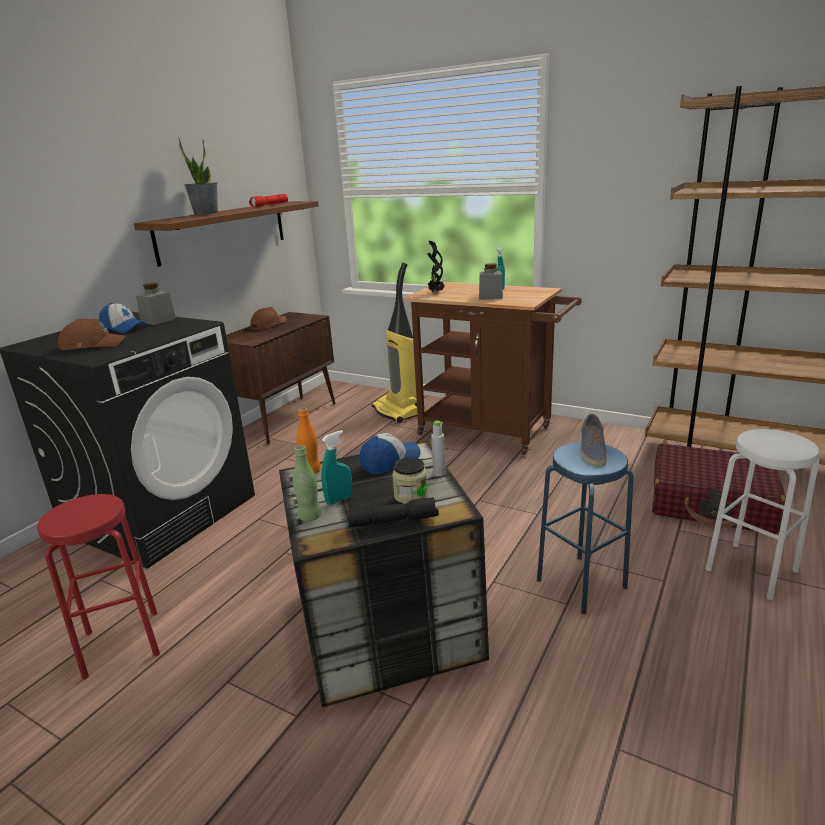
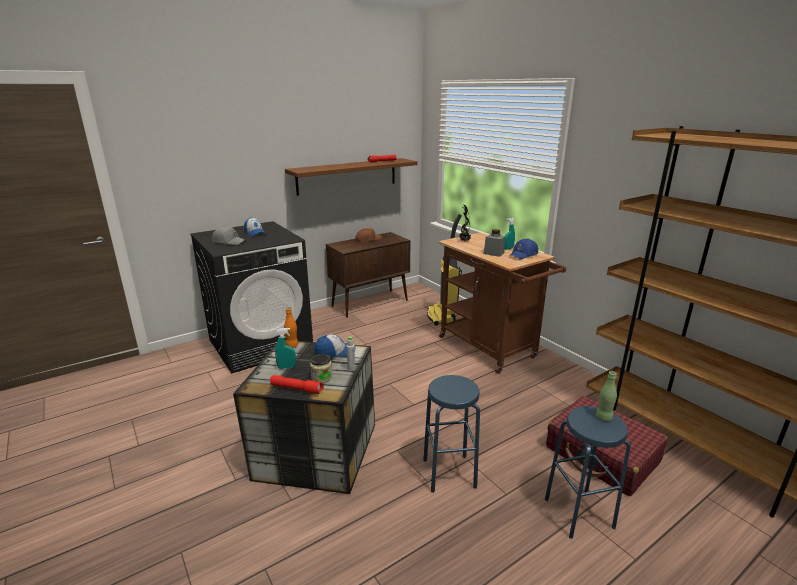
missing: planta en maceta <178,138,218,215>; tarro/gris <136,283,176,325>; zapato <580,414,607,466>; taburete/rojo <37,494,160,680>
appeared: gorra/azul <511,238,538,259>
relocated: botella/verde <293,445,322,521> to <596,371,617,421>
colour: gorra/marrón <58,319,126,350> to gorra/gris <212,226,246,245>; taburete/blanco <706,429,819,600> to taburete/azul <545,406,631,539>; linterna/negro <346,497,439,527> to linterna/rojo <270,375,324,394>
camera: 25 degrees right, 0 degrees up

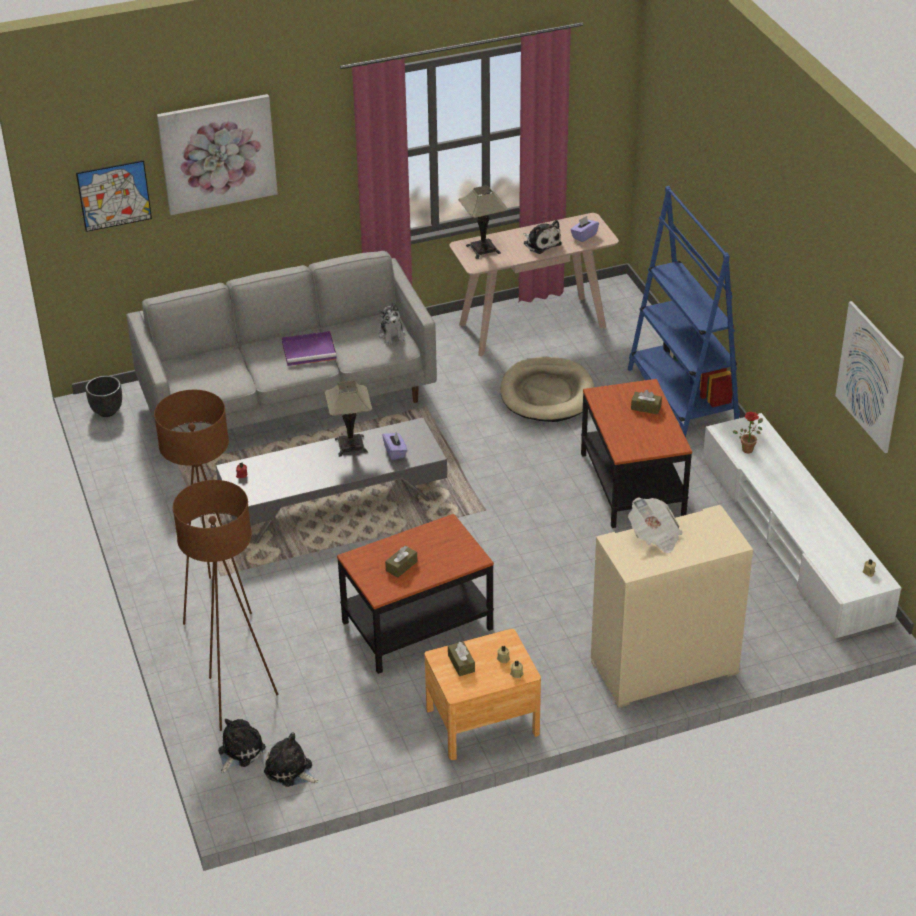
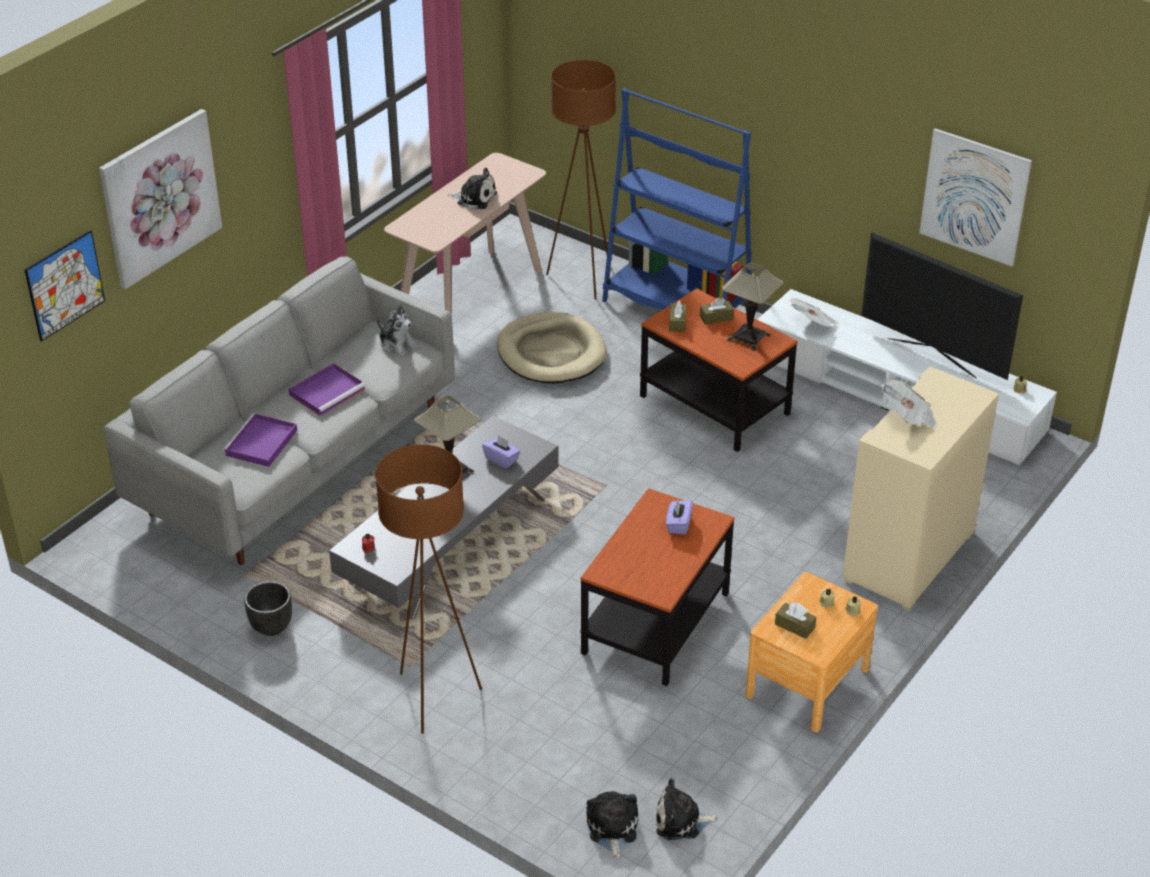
appeared: televisor <861,232,1023,380>; bandeja/morado <223,413,297,467>
relocated: lámpara de mesa <459,185,508,259> to <721,263,784,351>; caja de pañuelos/morado <570,216,599,242> to <666,499,693,535>; maceta/negro <85,376,122,417> to <244,581,292,636>; lámpara de pie/marrón <173,480,278,731> to <546,60,616,300>; caja de pañuelos/marrón <385,546,417,578> to <669,300,687,332>
exchanged: planta en maceta <732,412,763,453> to periódico <789,298,839,327>
camera: 35 degrees left, 0 degrees up

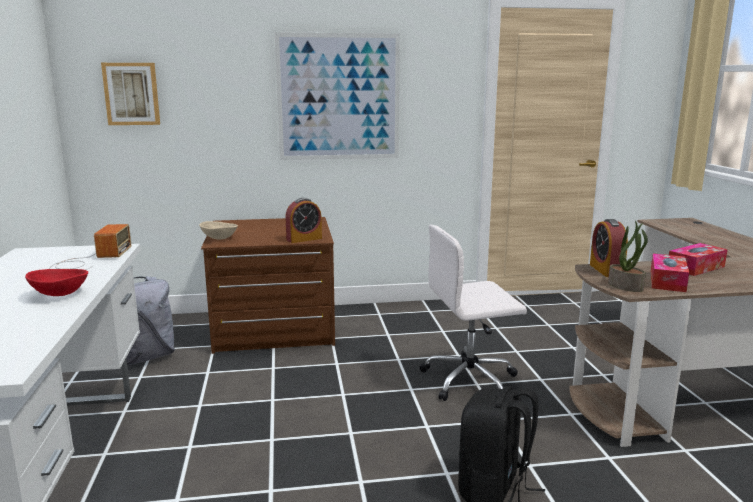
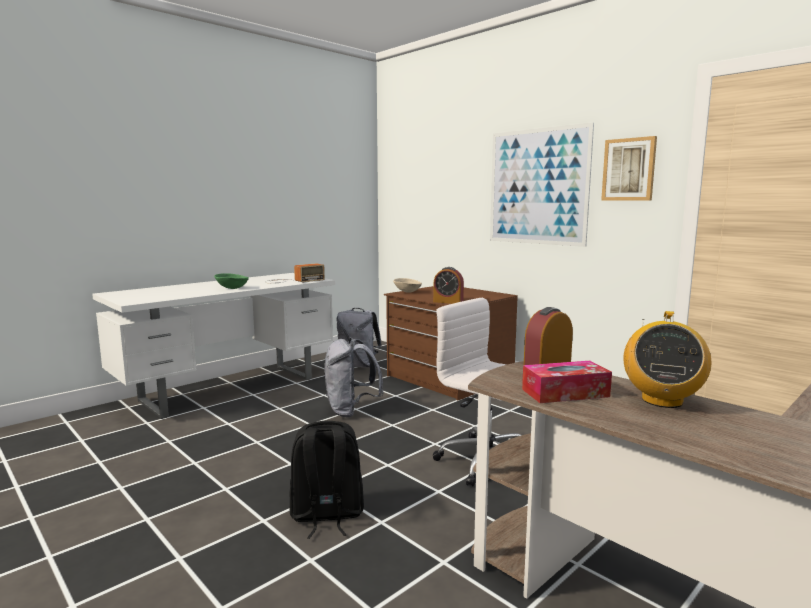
missing: planta en maceta <608,220,648,292>
appeared: mochila/gris <324,337,384,417>
relocated: cuadro <101,63,160,125> to <601,136,657,201>
exchanged: caja de pañuelos <669,243,728,276> to radio <623,311,711,408>
colour: cuenco/rojo <25,269,88,296> to cuenco/verde <214,273,249,289>
camera: 55 degrees right, 5 degrees down

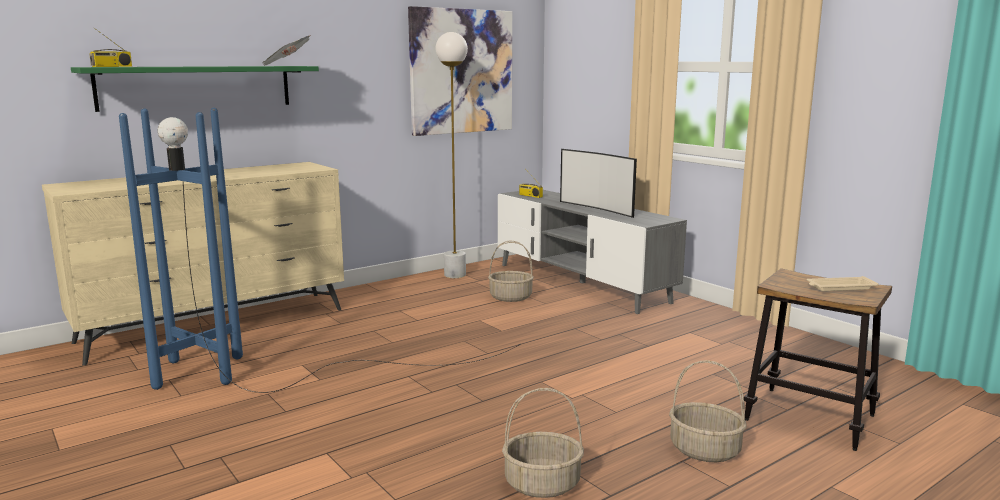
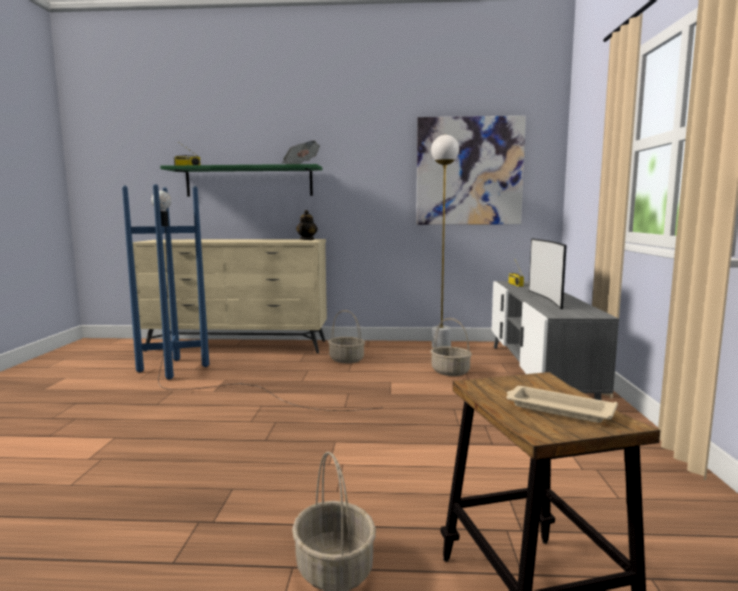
appeared: tetera <296,210,318,240>
relocated: cesta <502,388,584,498> to <328,310,365,363>
camera: 40 degrees right, 5 degrees down

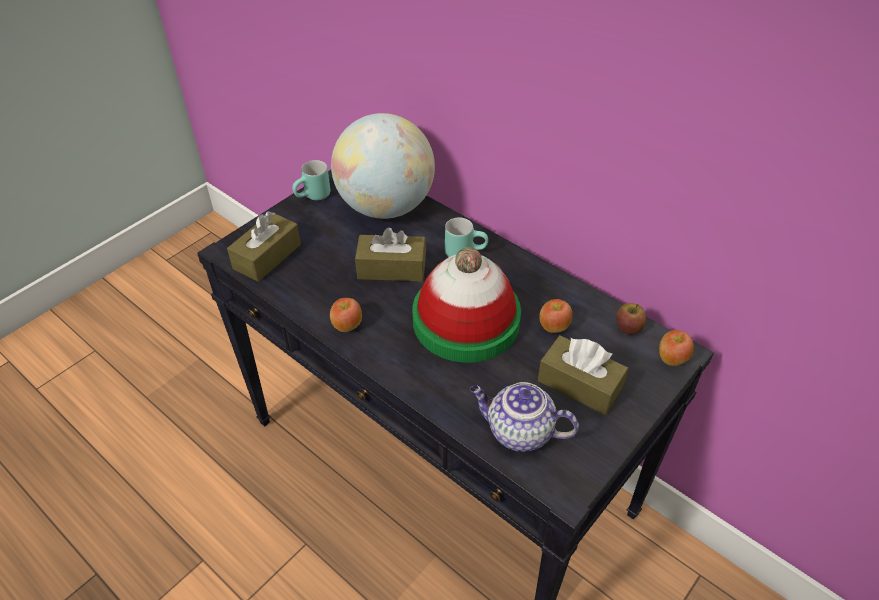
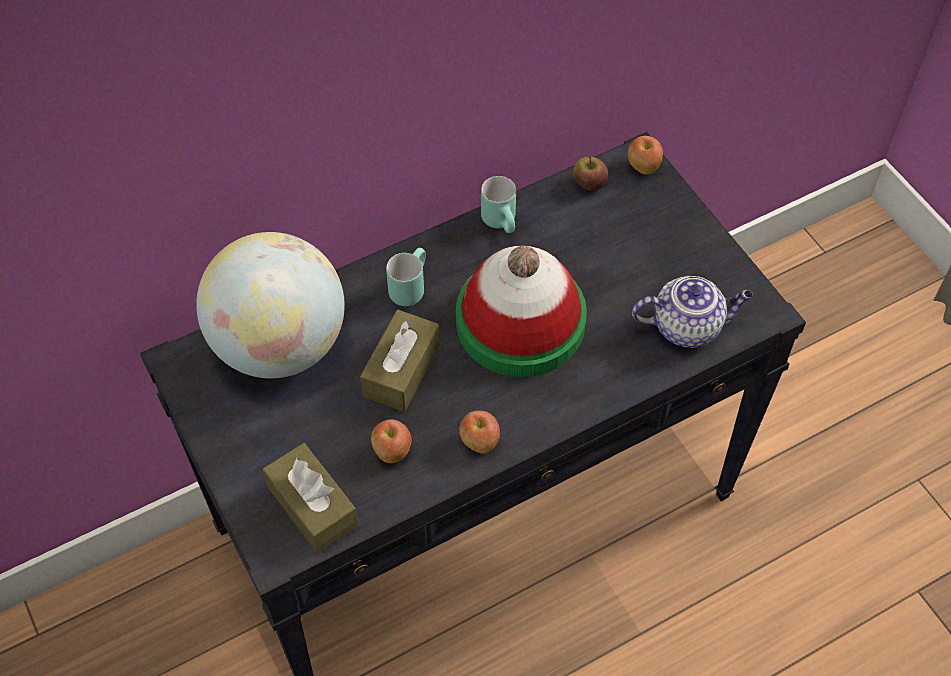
missing: caja de pañuelos/marrón <538,335,629,415>
relocated: taza grande/turquesa <292,160,330,200> to <481,176,516,233>; manzana <539,299,572,333> to <371,419,411,463>
spun: tetera <470,382,579,452> = <632,276,753,348> 135 degrees counterclockwise
camera: 70 degrees left, 10 degrees up

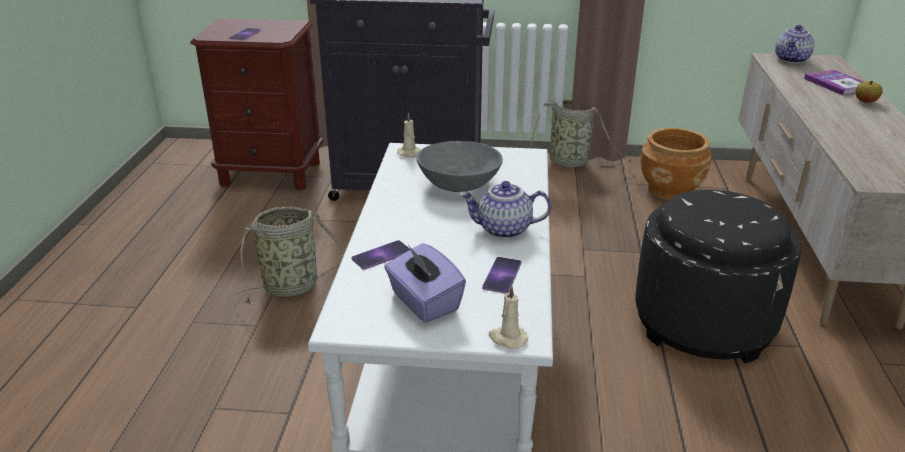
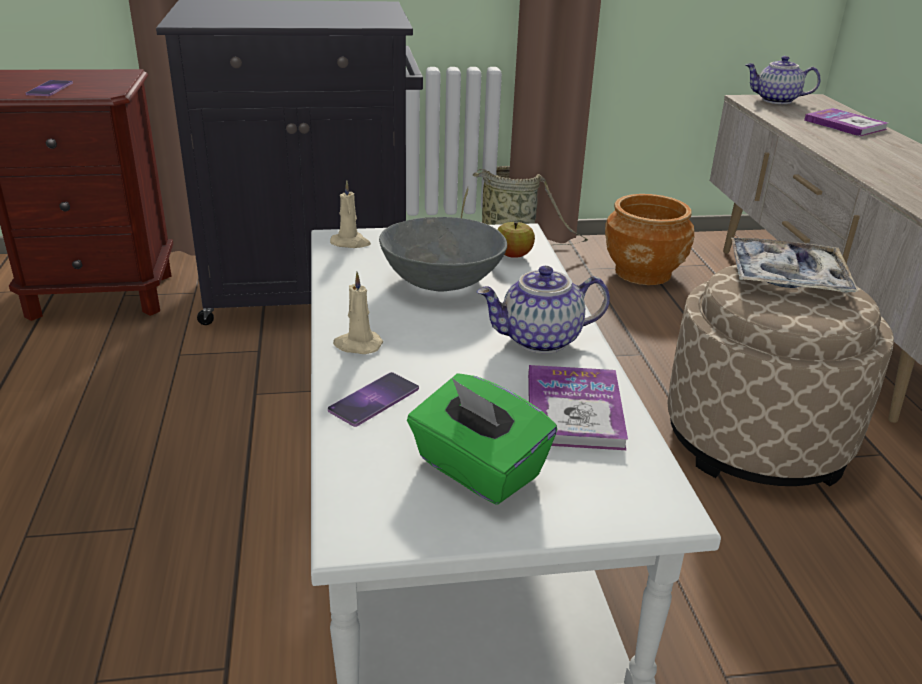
missing: cesta <234,207,347,304>
appeared: bandeja <731,238,858,292>
relocated: manzana <855,81,883,103> to <497,222,535,258>; vela/beis <489,285,528,349> to <333,272,383,354>
exchanged: móvil <482,257,522,294> to libro <528,365,628,450>
colour: puf/negro <635,190,801,363> to puf/beis <667,264,894,486>; caja de pañuelos/morado <384,243,466,323> to caja de pañuelos/verde <407,373,557,505>
spun: tetera <775,25,815,64> = <746,56,821,104> 90 degrees clockwise
camera: 15 degrees left, 0 degrees up

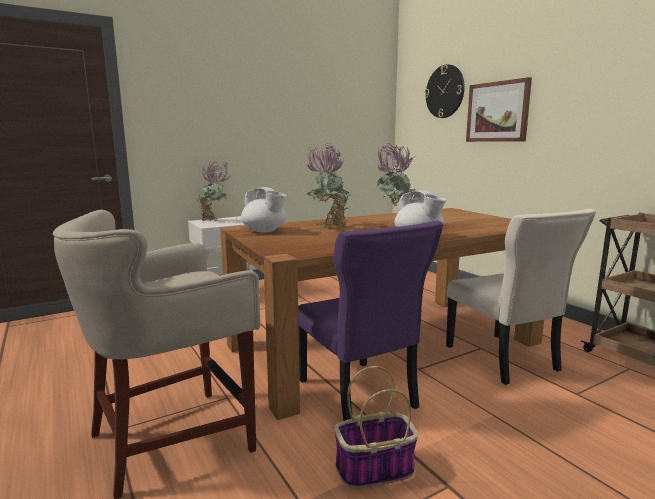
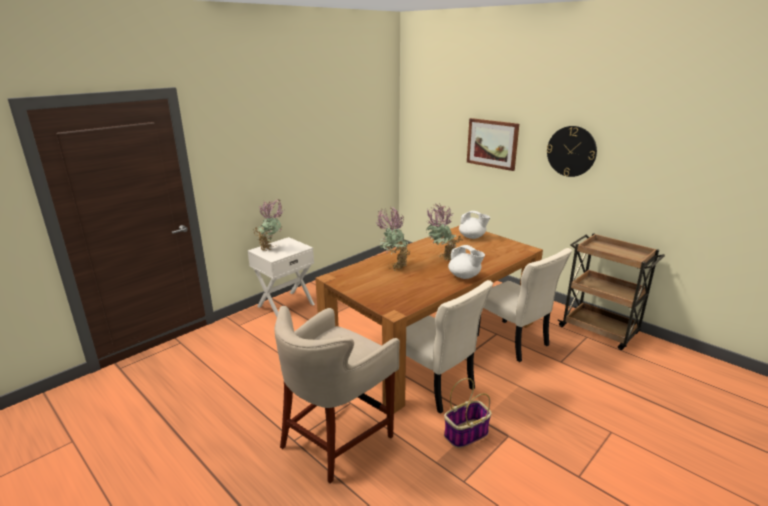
relocated: reloj de pared <425,64,465,118> to <547,126,597,177>; tetera/blanco <241,187,287,232> to <459,211,490,239>
colour: silla/morado <298,221,443,421> to silla/beis <406,280,493,414>
camera: 15 degrees left, 10 degrees up

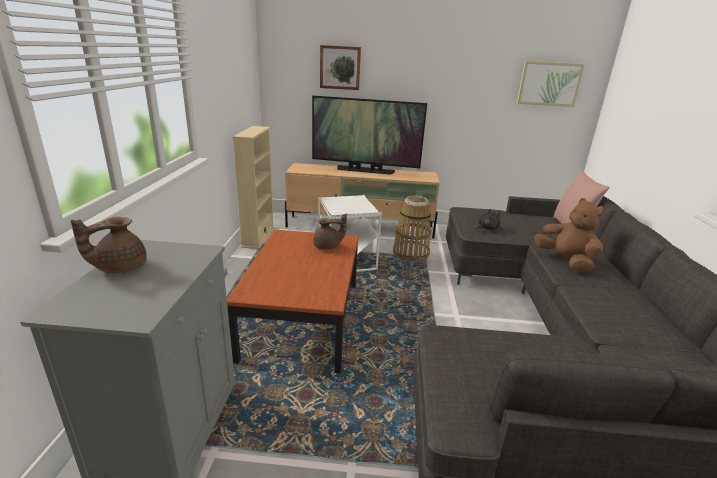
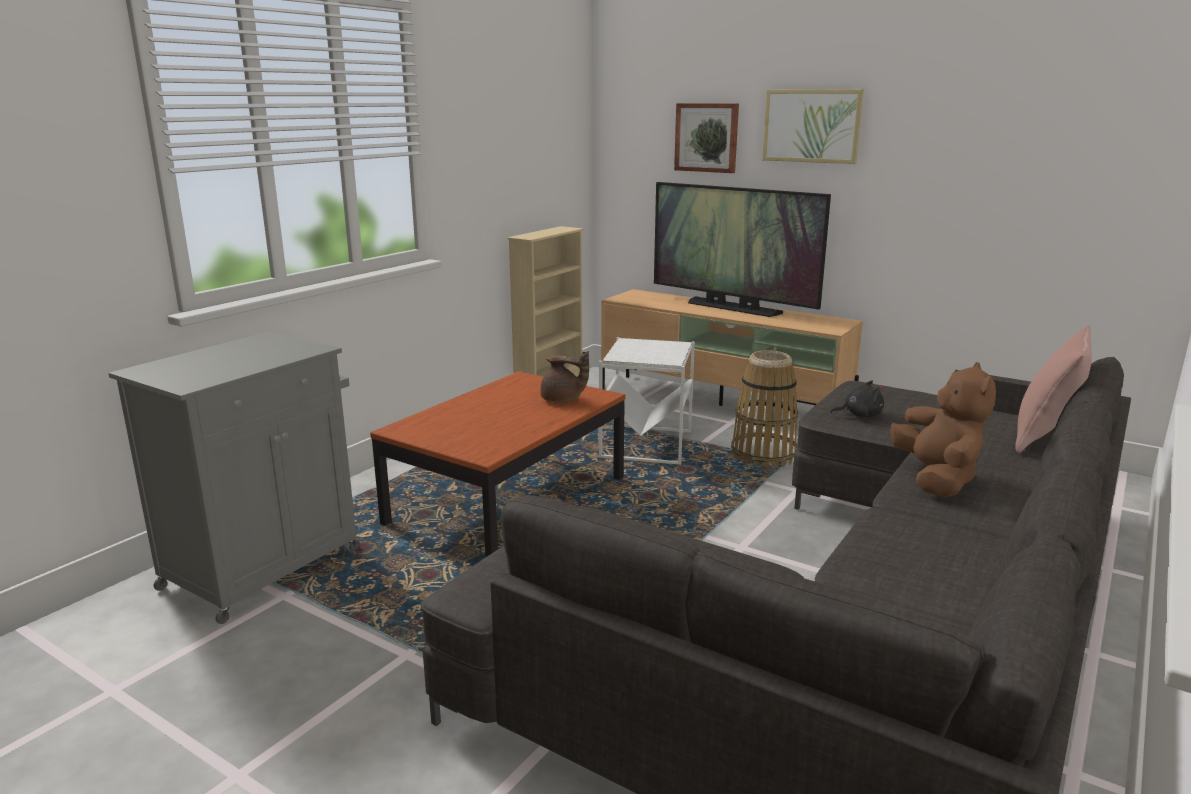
missing: tetera/marrón <71,217,147,274>
relocated: cuadro <517,61,584,107> to <762,89,864,164>
camera: 30 degrees right, 5 degrees down

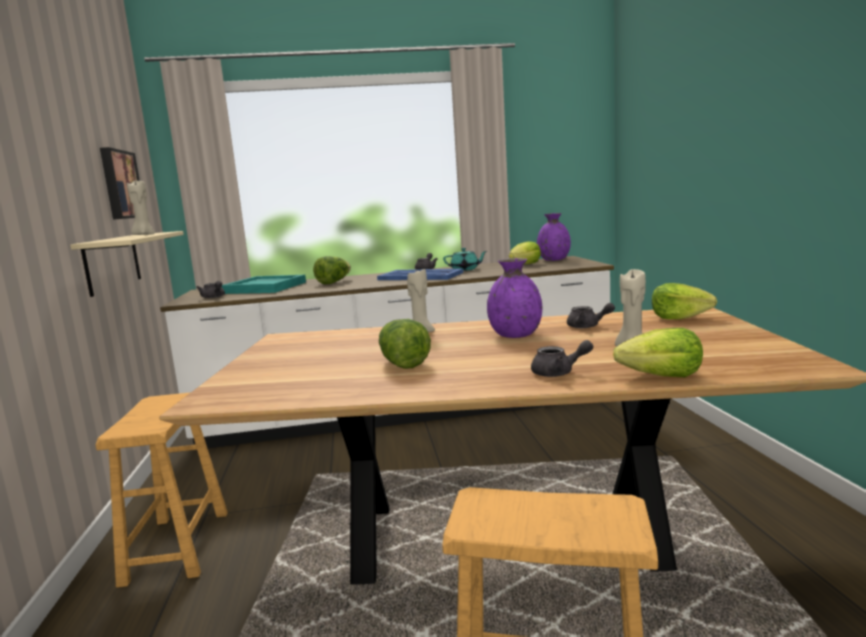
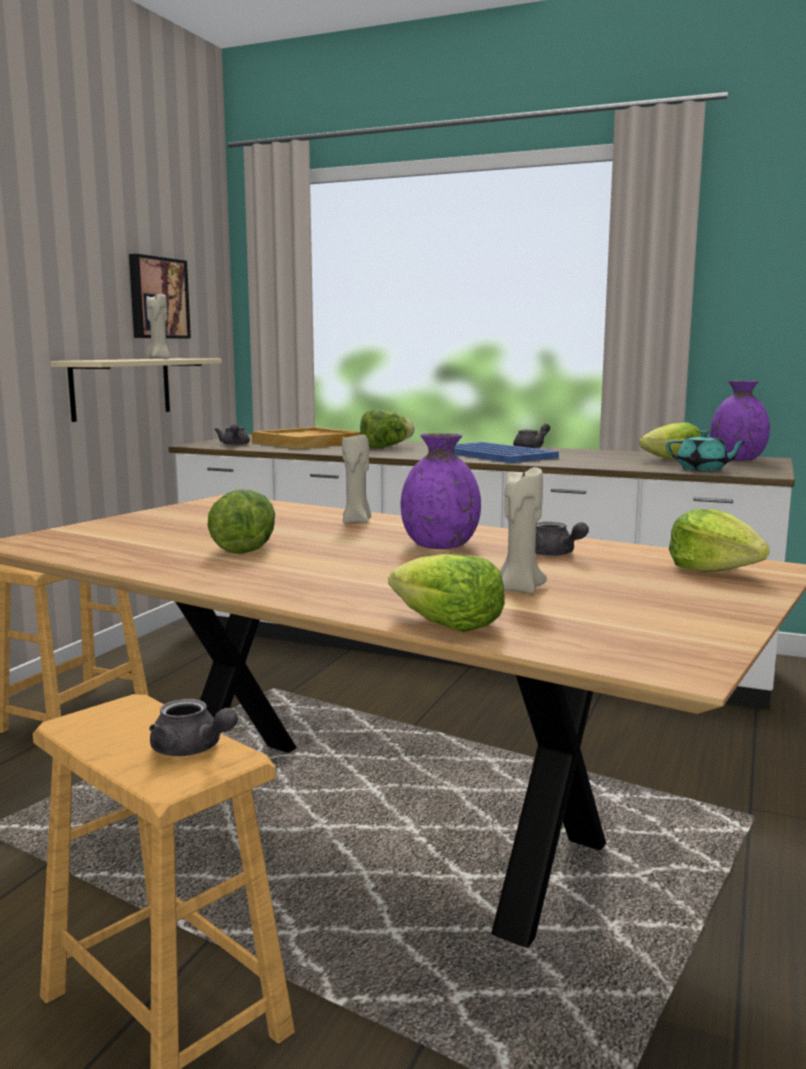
relocated: tetera/turquesa <443,248,487,271> to <666,431,748,471>; tetera/gris <531,340,593,377> to <149,699,238,756>
colour: bandeja/turquesa <222,275,306,294> to bandeja/beis <252,427,361,449>
camera: 30 degrees right, 0 degrees up

